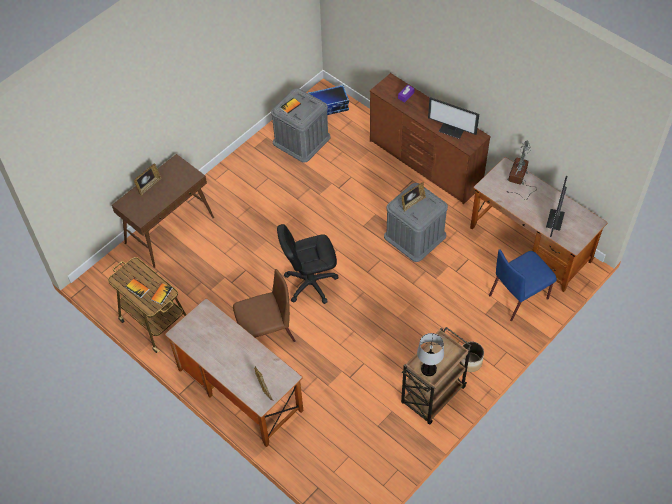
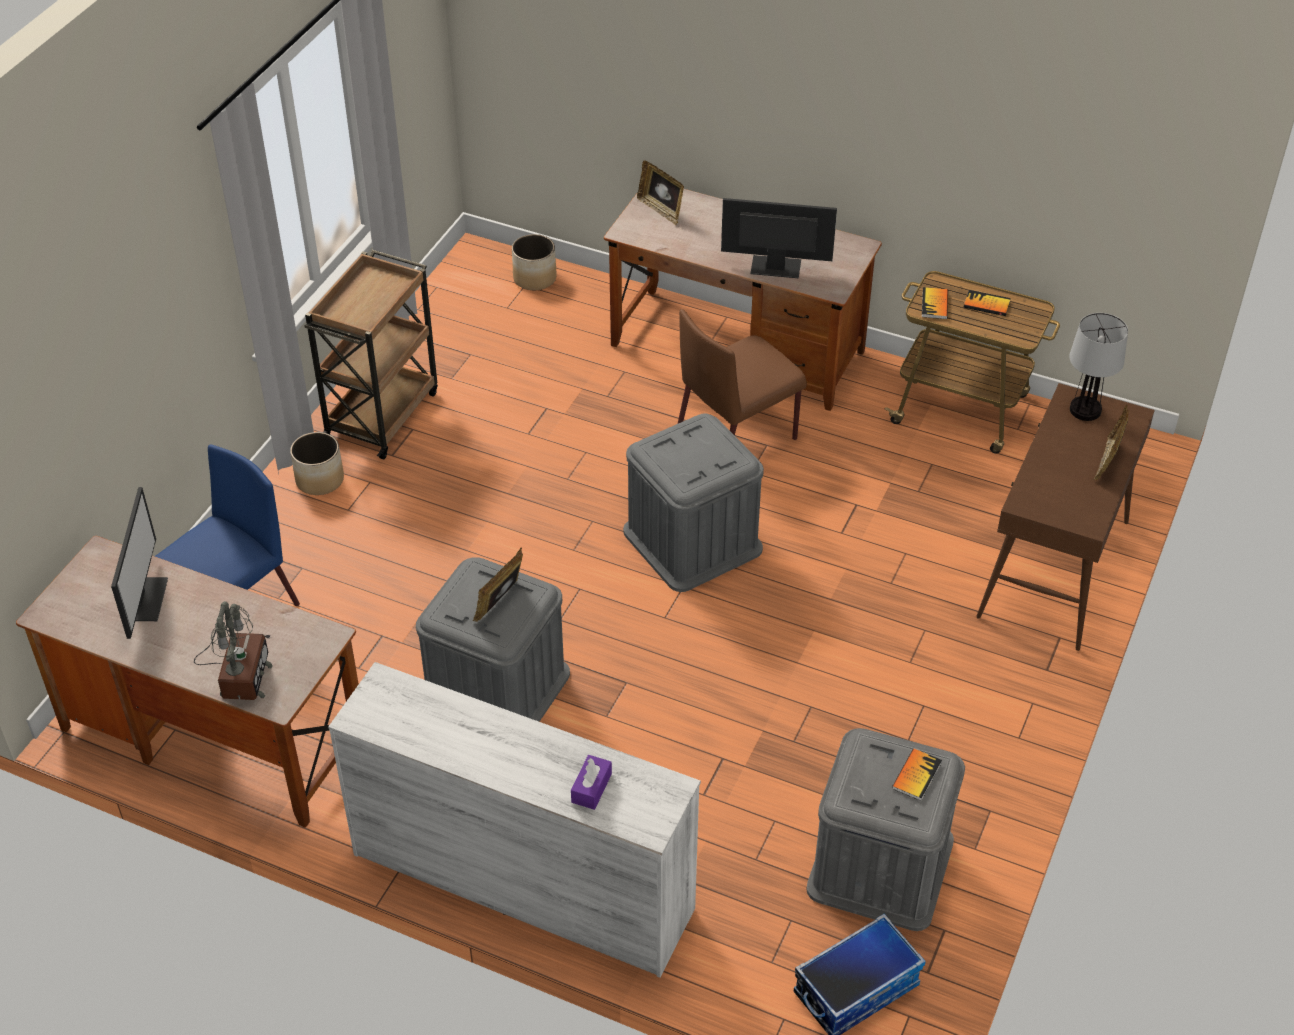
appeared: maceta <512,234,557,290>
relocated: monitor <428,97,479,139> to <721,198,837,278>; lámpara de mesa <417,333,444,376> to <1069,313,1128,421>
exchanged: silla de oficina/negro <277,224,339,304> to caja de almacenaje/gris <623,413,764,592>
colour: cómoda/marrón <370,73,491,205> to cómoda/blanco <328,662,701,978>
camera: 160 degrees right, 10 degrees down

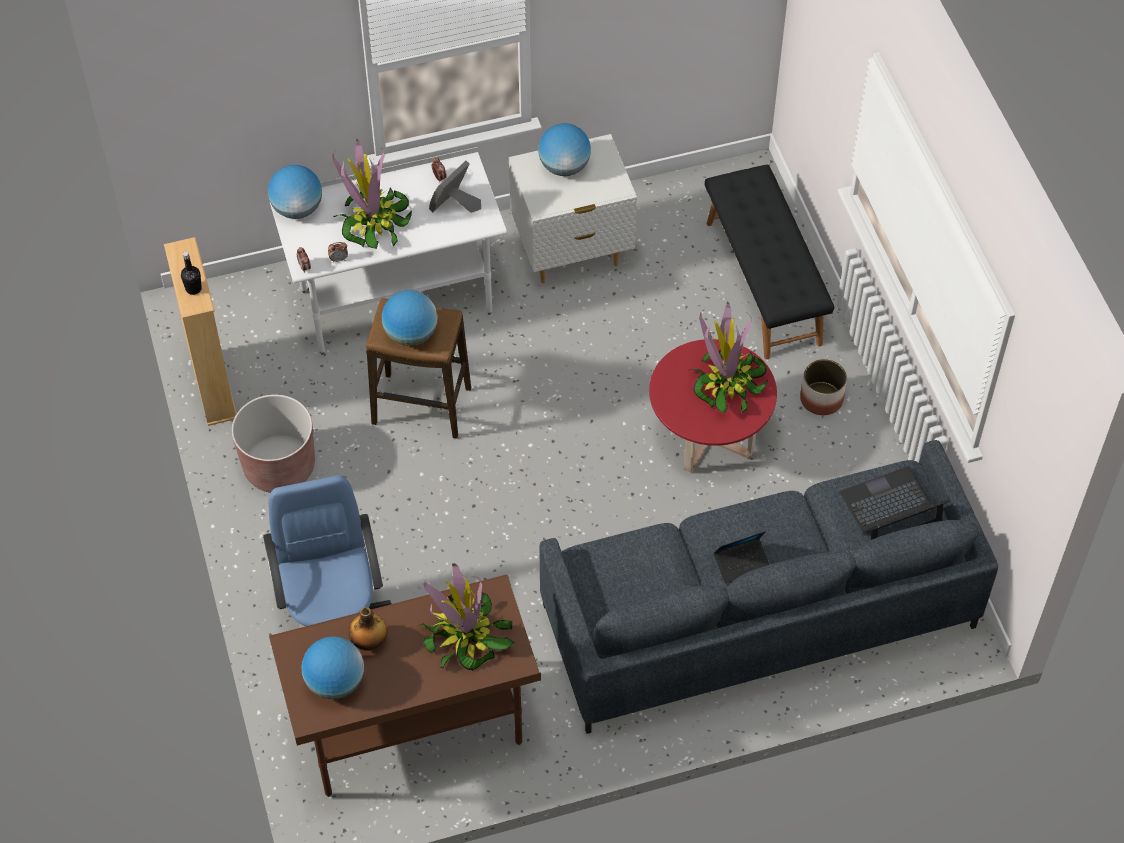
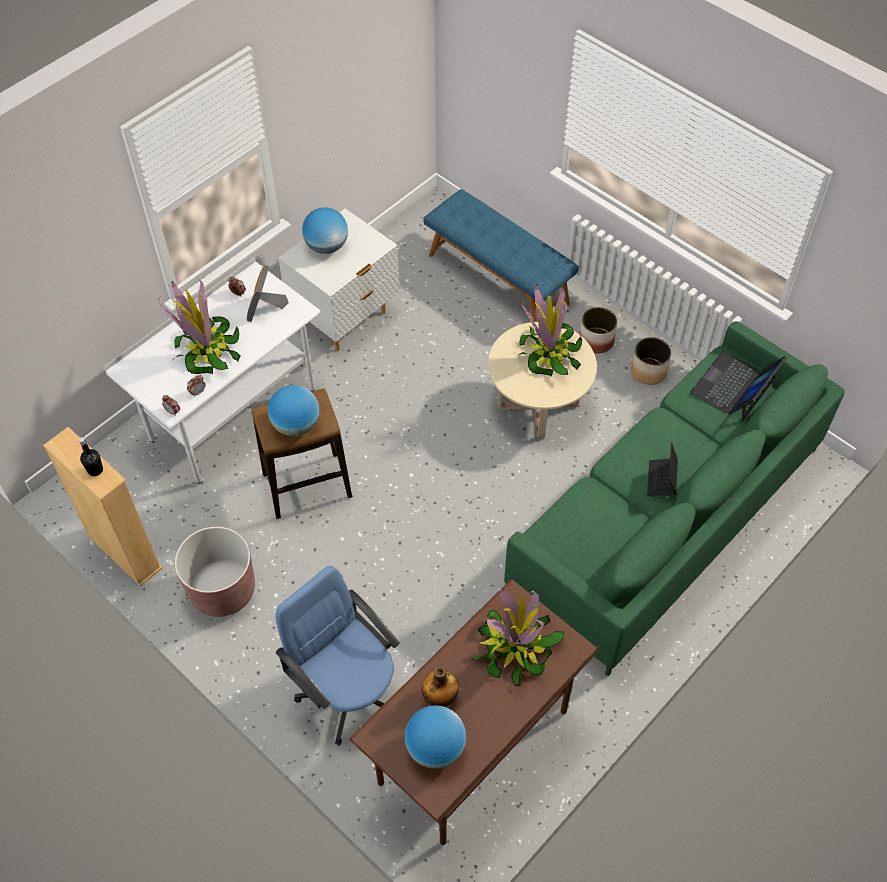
missing: globo terráqueo <268,165,322,219>
appeared: maceta <631,337,671,385>
colour: banco/negro <705,165,834,359> to banco/azul <423,189,579,322>; mesa de centro/rojo <649,339,777,473> to mesa de centro/beis <488,322,597,437>; sofá/gris <540,440,998,734> to sofá/verde <504,321,845,676>
spun: portátil <714,531,770,584> = <647,442,678,497> 150 degrees clockwise
camera: 30 degrees left, 0 degrees up

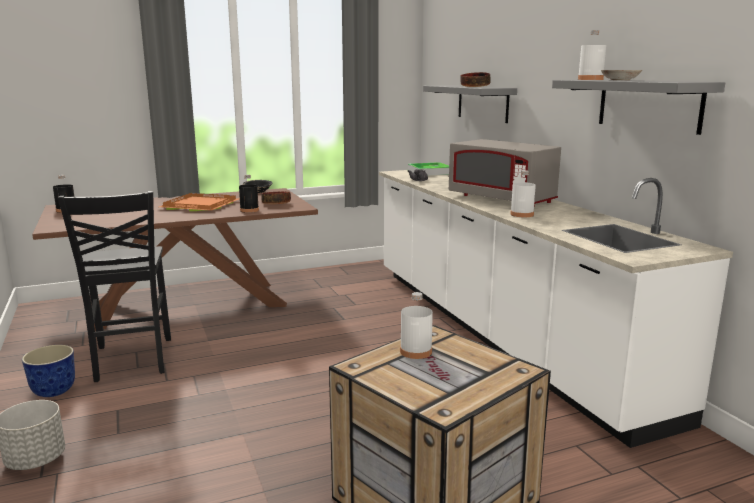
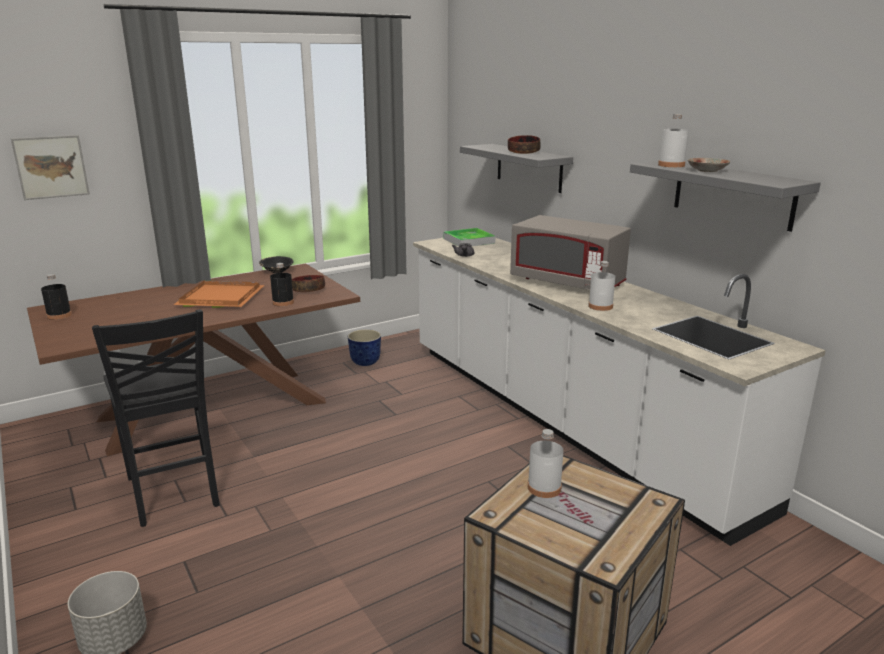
appeared: cuadro <11,135,90,200>
relocated: maceta <22,345,75,397> to <348,329,381,366>
camera: 10 degrees left, 5 degrees up

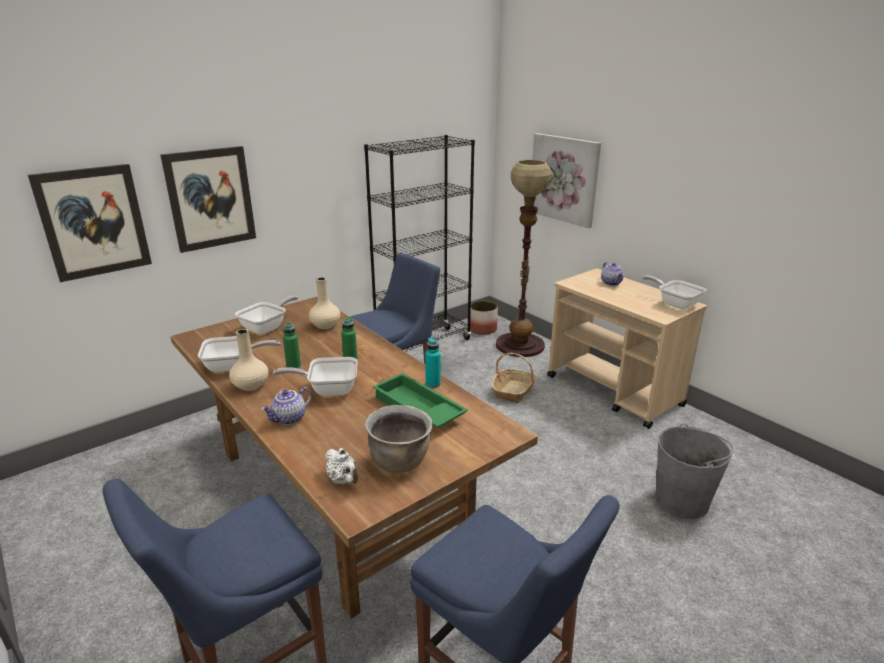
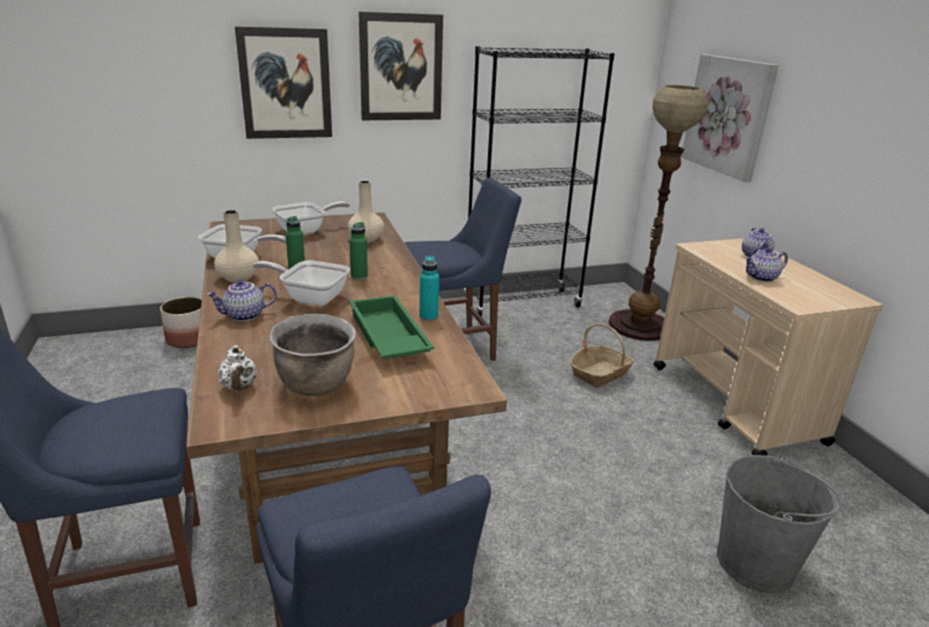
missing: sartén <643,275,706,310>
appeared: tetera <745,248,788,282>
relocated: cuadro <28,164,152,282> to <358,12,443,120>; maceta <470,301,498,335> to <160,297,202,348>
camera: 20 degrees right, 0 degrees up

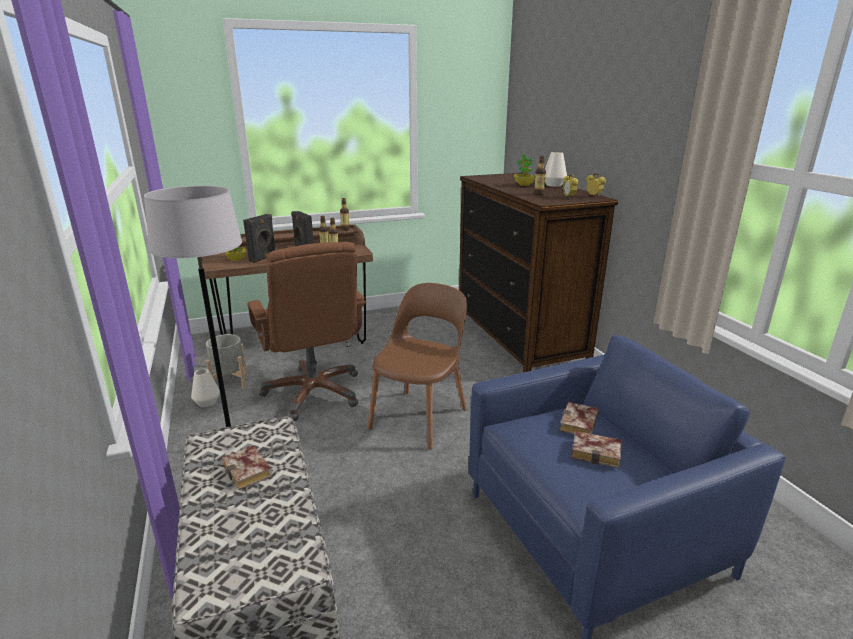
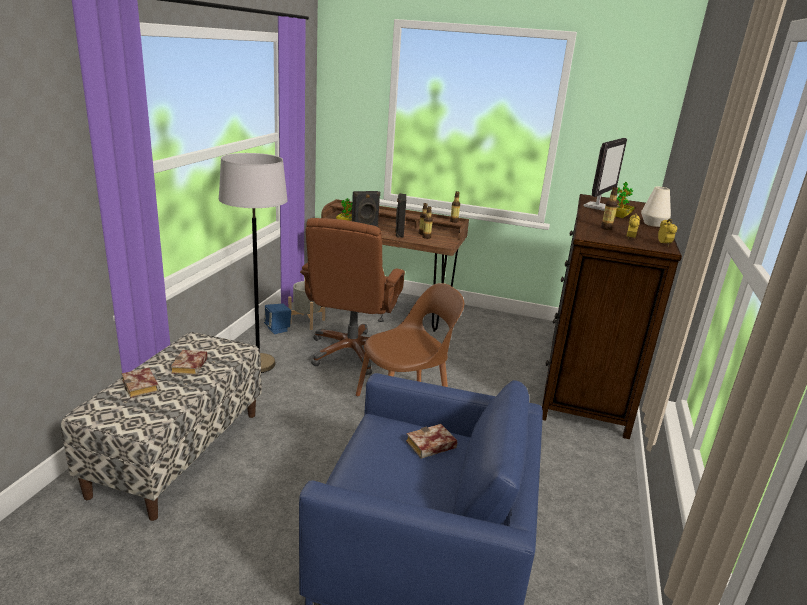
appeared: monitor <584,138,627,211>
relocated: libro <572,431,621,468> to <122,368,159,398>
exchanged: florero/blanco <191,369,220,407> to altavoz/azul <264,304,291,334>
camera: 35 degrees right, 0 degrees up

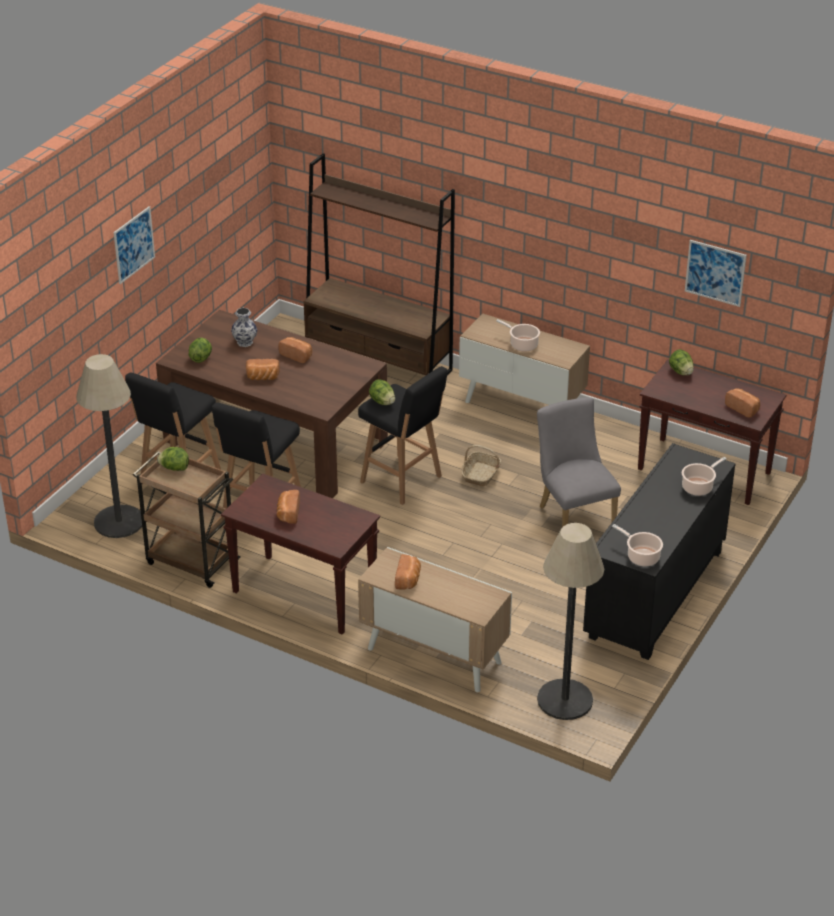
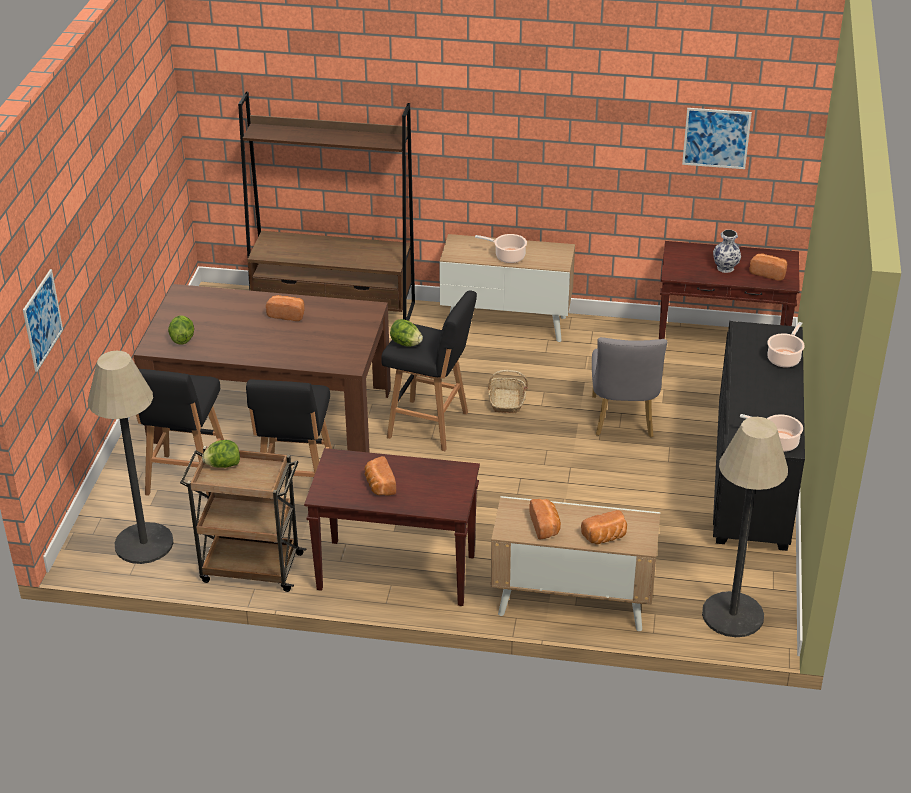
missing: lechuga <669,349,694,375>
relocated: cuadro <114,206,155,284> to <23,269,63,372>; florero <231,308,257,347> to <713,230,741,273>; pan <246,359,280,380> to <581,510,627,544>
spun: silla/gris <537,397,621,527> = <592,337,667,437> 135 degrees counterclockwise
camera: 20 degrees left, 0 degrees up

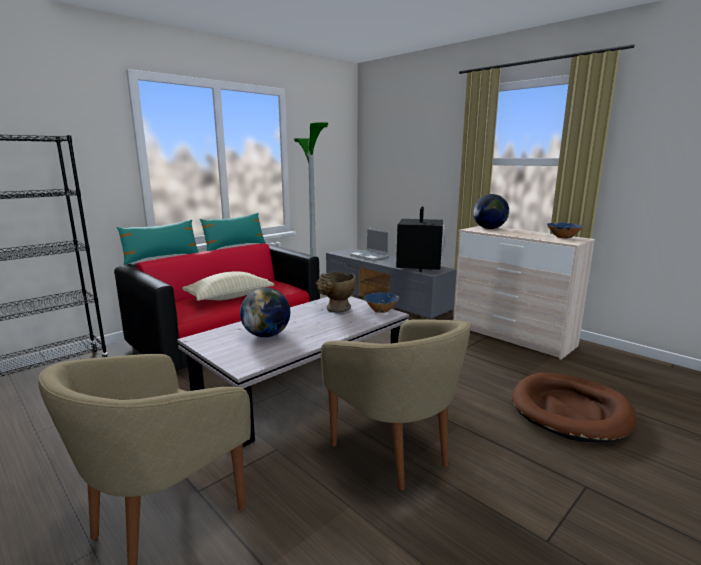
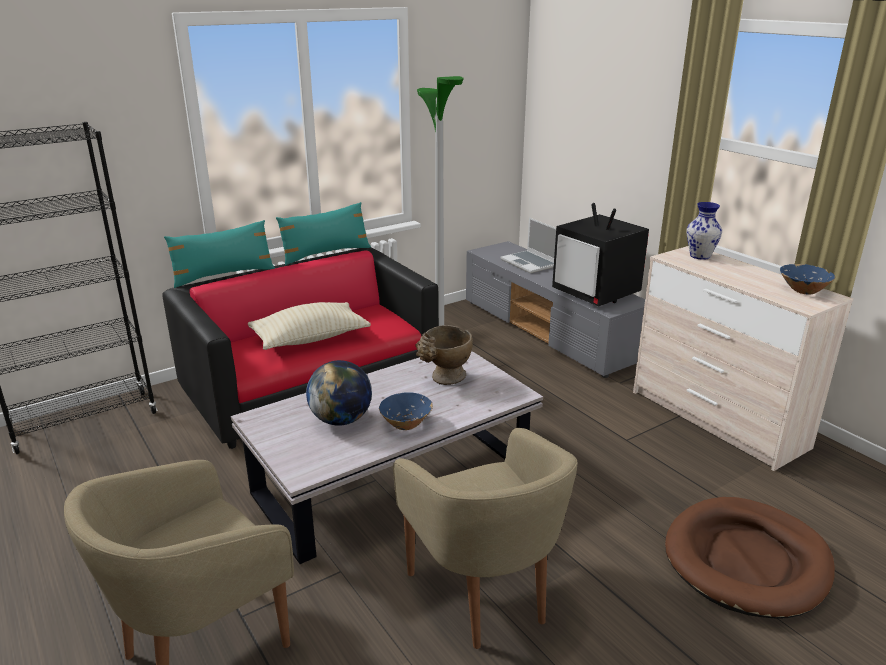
relocated: cuenco/azul <364,292,399,313> to <379,392,433,430>
exchanged: globo terráqueo <473,194,509,229> to florero <686,202,722,260>
spun: televisor <396,206,445,272> = <552,203,649,306> 120 degrees clockwise
camera: 10 degrees right, 10 degrees up

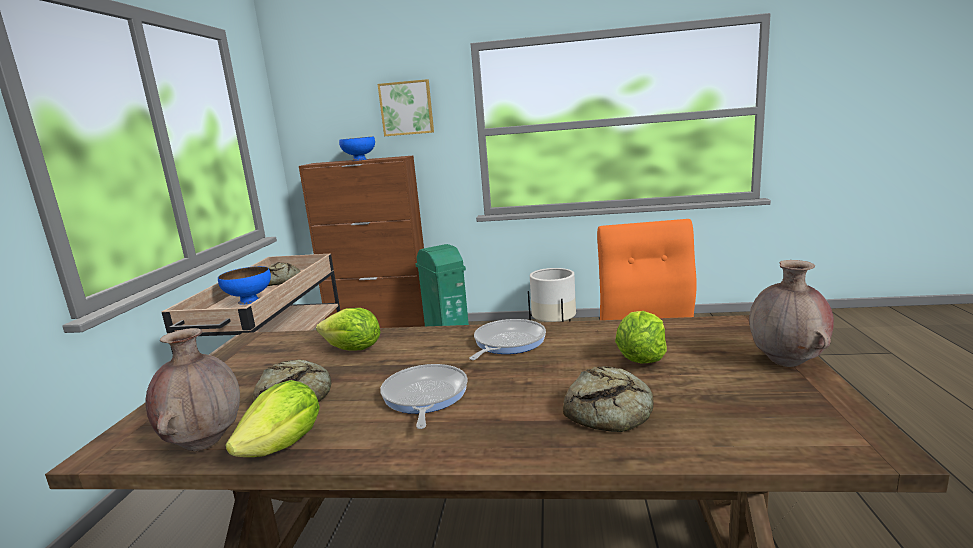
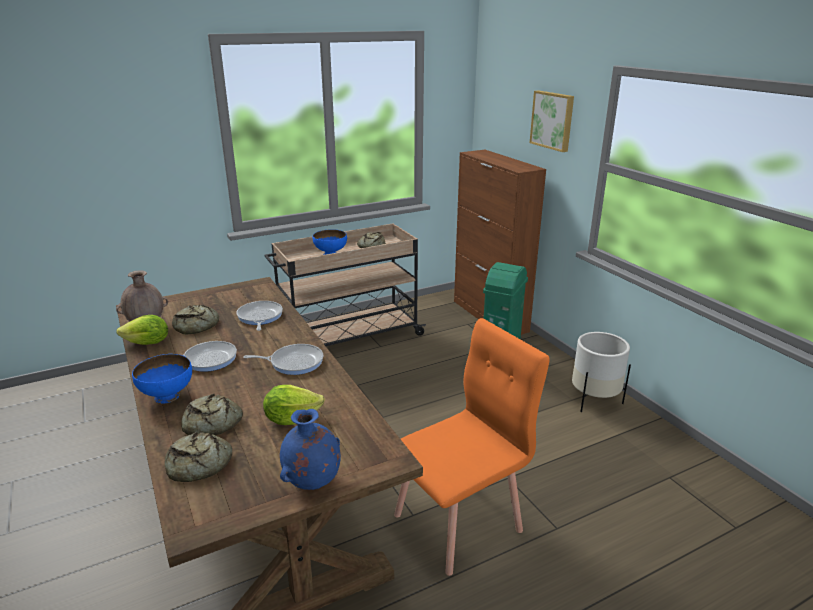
appeared: pan <165,432,232,482>
relocated: cuenco/azul <339,136,375,161> to <132,354,192,403>
exchanged: lechuga <316,308,381,350> to sartén <236,301,283,331>
colour: florero/marrón <749,260,834,367> to florero/azul <280,409,341,490>
camera: 55 degrees right, 10 degrees up

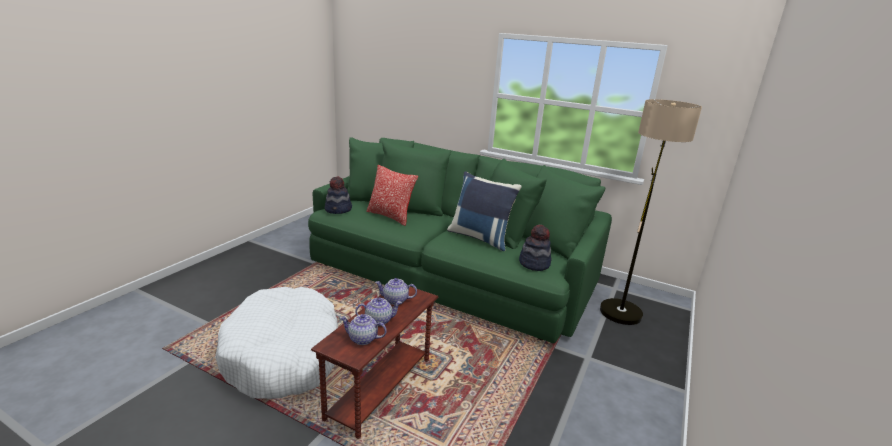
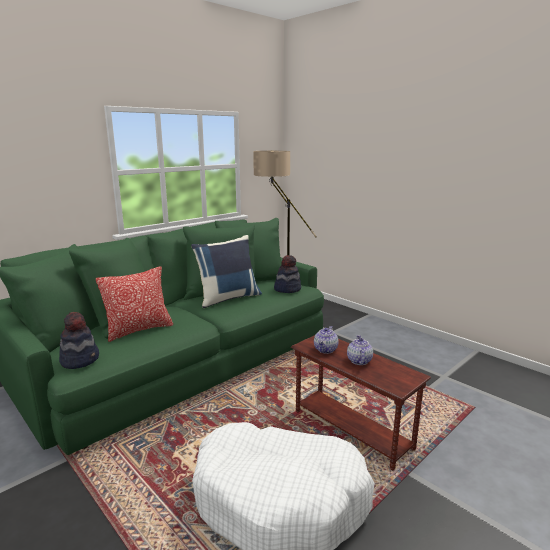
missing: tetera <340,314,387,345>
camera: 70 degrees left, 5 degrees down

